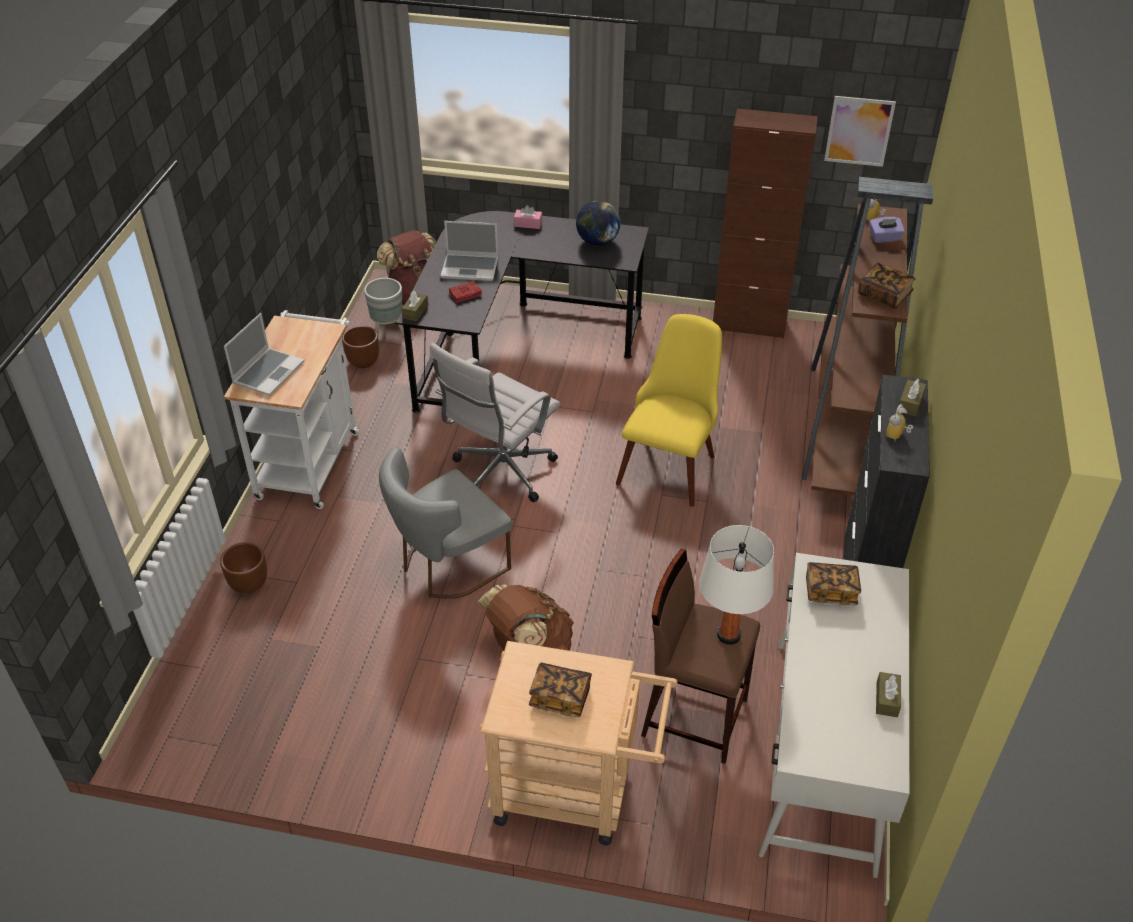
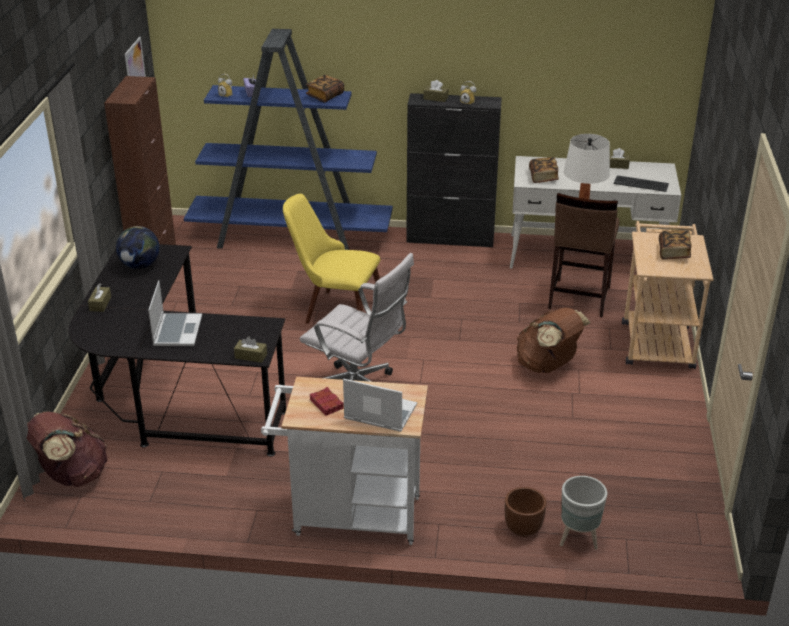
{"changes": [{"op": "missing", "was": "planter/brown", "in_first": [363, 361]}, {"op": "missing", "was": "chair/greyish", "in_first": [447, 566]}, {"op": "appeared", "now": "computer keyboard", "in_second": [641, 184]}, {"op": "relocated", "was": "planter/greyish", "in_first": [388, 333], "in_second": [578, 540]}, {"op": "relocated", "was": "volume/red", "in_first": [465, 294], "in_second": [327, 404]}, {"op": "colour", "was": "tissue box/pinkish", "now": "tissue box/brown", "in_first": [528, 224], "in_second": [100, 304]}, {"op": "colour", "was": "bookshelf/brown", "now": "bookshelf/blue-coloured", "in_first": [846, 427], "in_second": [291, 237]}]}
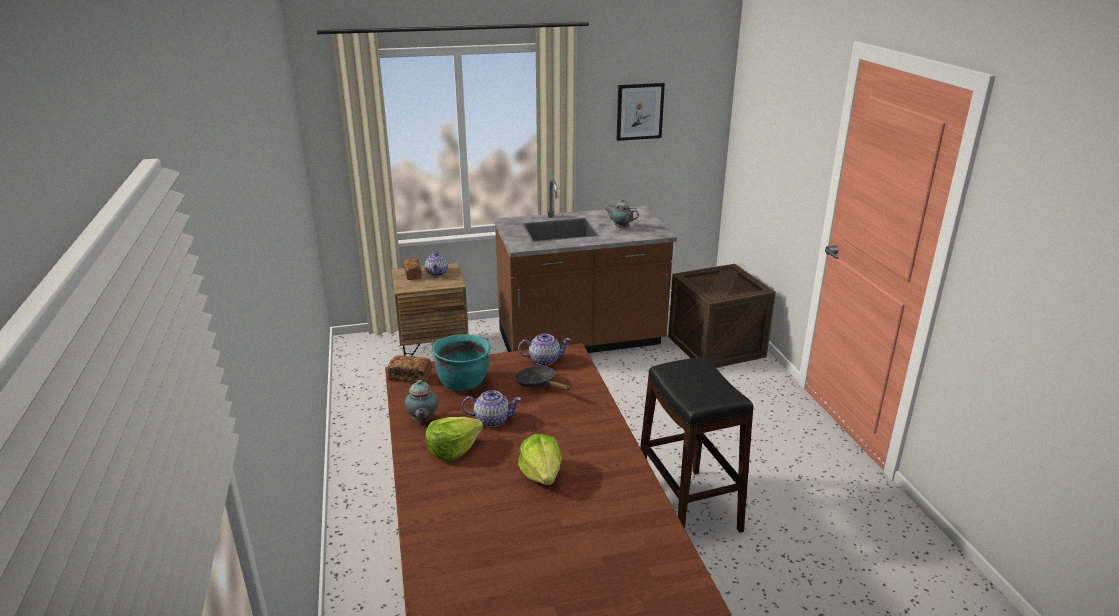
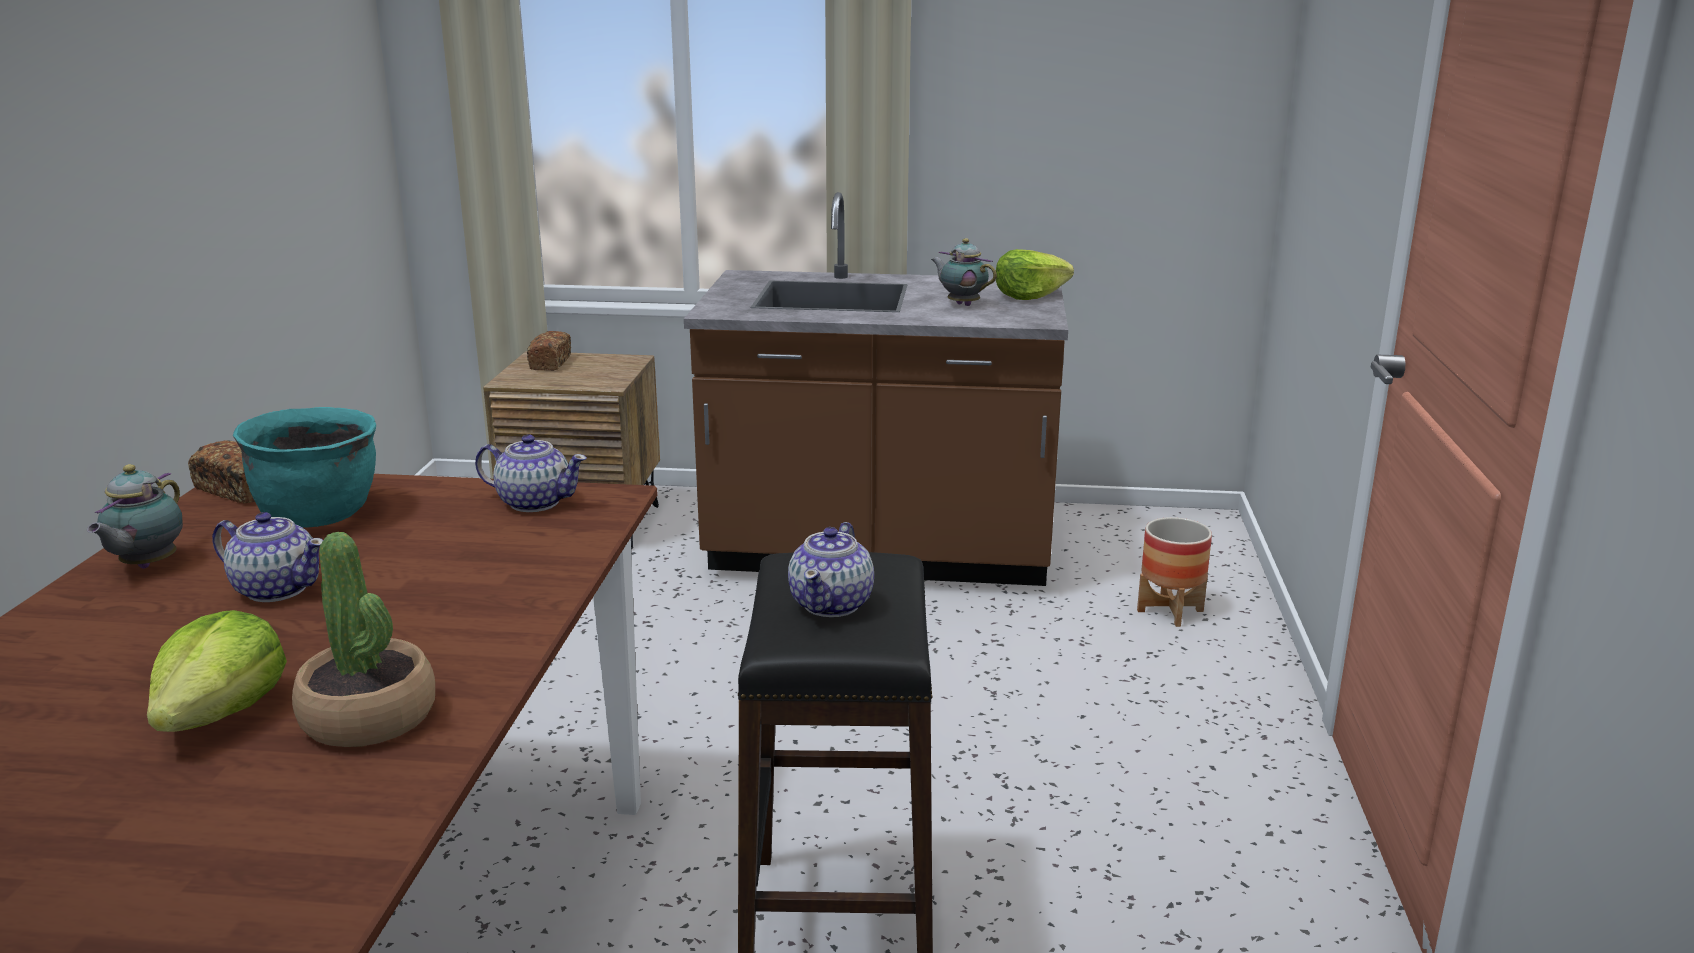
{"changes": [{"op": "missing", "was": "frying pan/blackish", "in_first": [538, 384]}, {"op": "missing", "was": "wall picture", "in_first": [639, 111]}, {"op": "appeared", "now": "plant in a pot", "in_second": [369, 717]}, {"op": "relocated", "was": "teapot", "in_first": [437, 273], "in_second": [832, 604]}, {"op": "relocated", "was": "head of lettuce", "in_first": [452, 449], "in_second": [1029, 296]}, {"op": "exchanged", "was": "packing crate", "now": "planter", "in_first": [716, 346], "in_second": [1170, 611]}]}
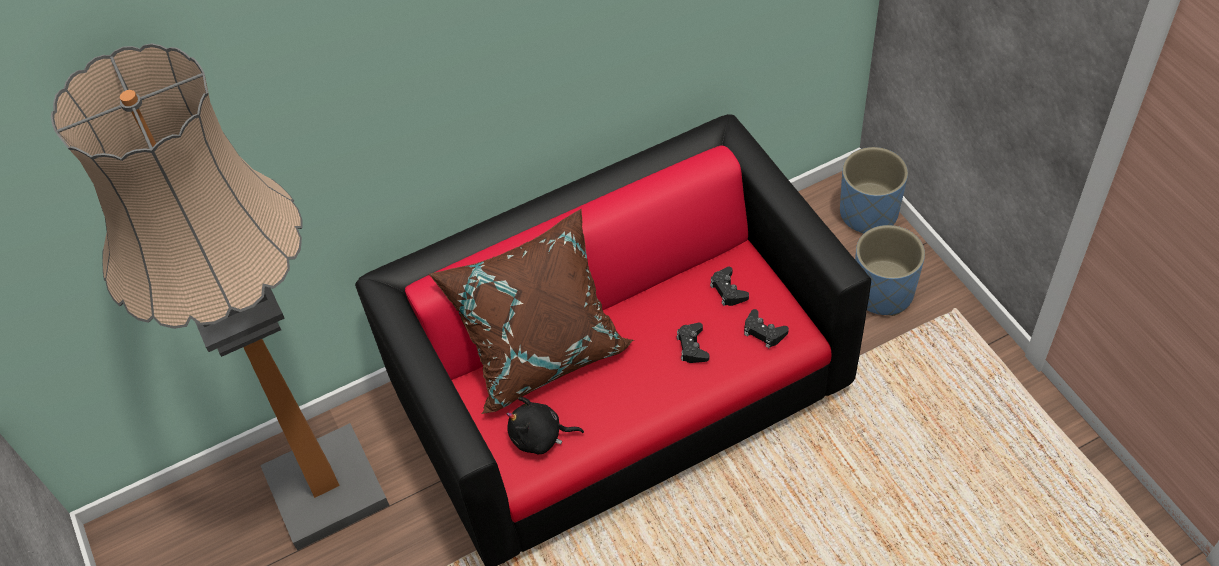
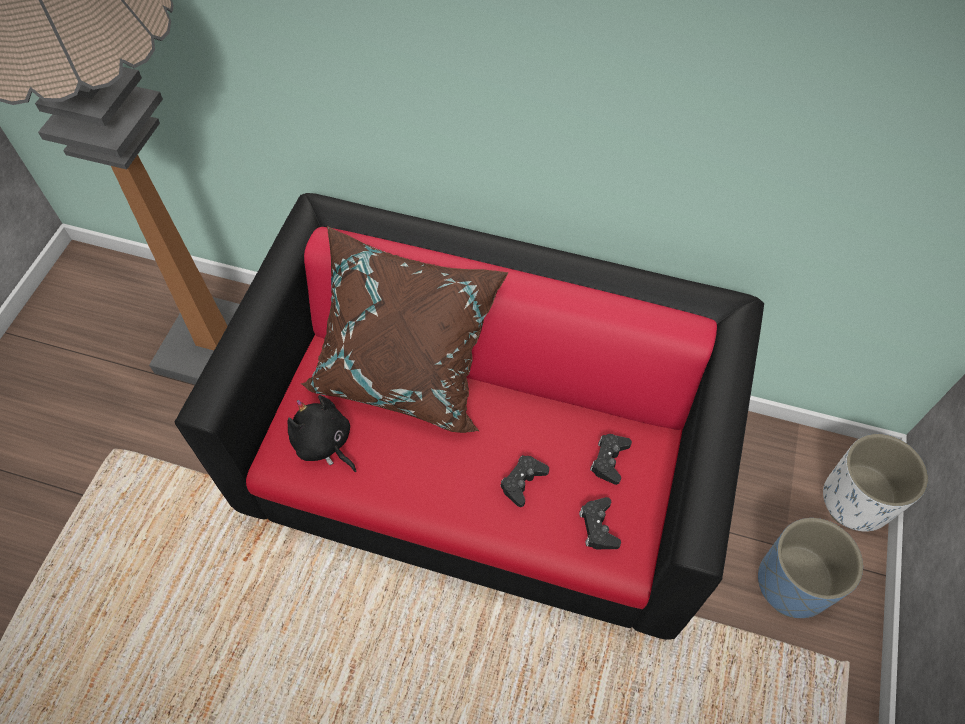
{"changes": [{"op": "colour", "was": "planter/blue-coloured", "now": "planter/white", "in_first": [868, 213], "in_second": [856, 501]}]}
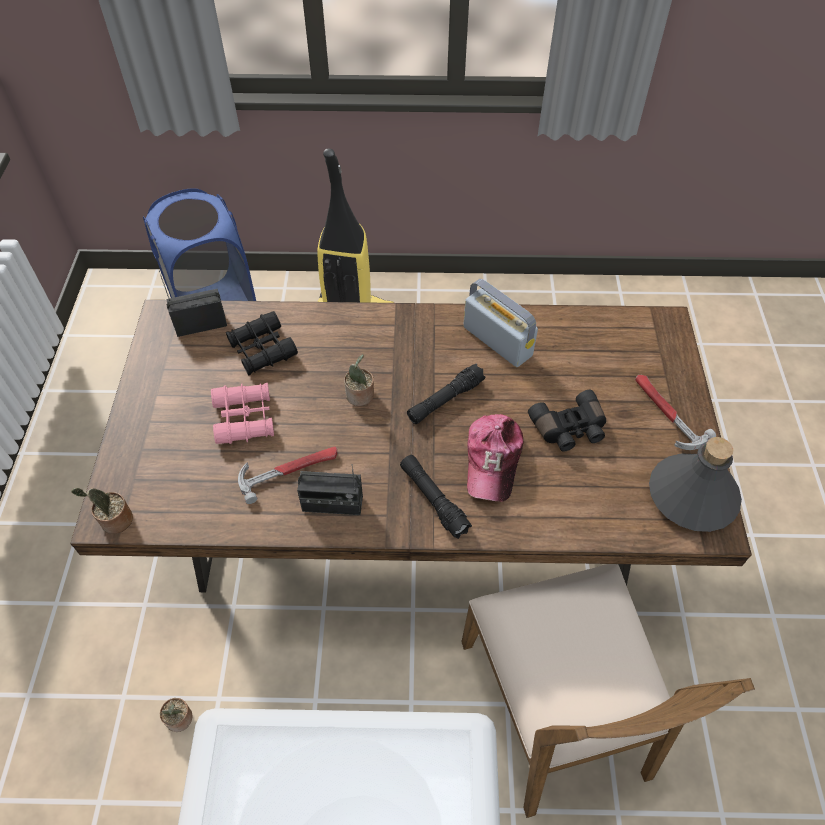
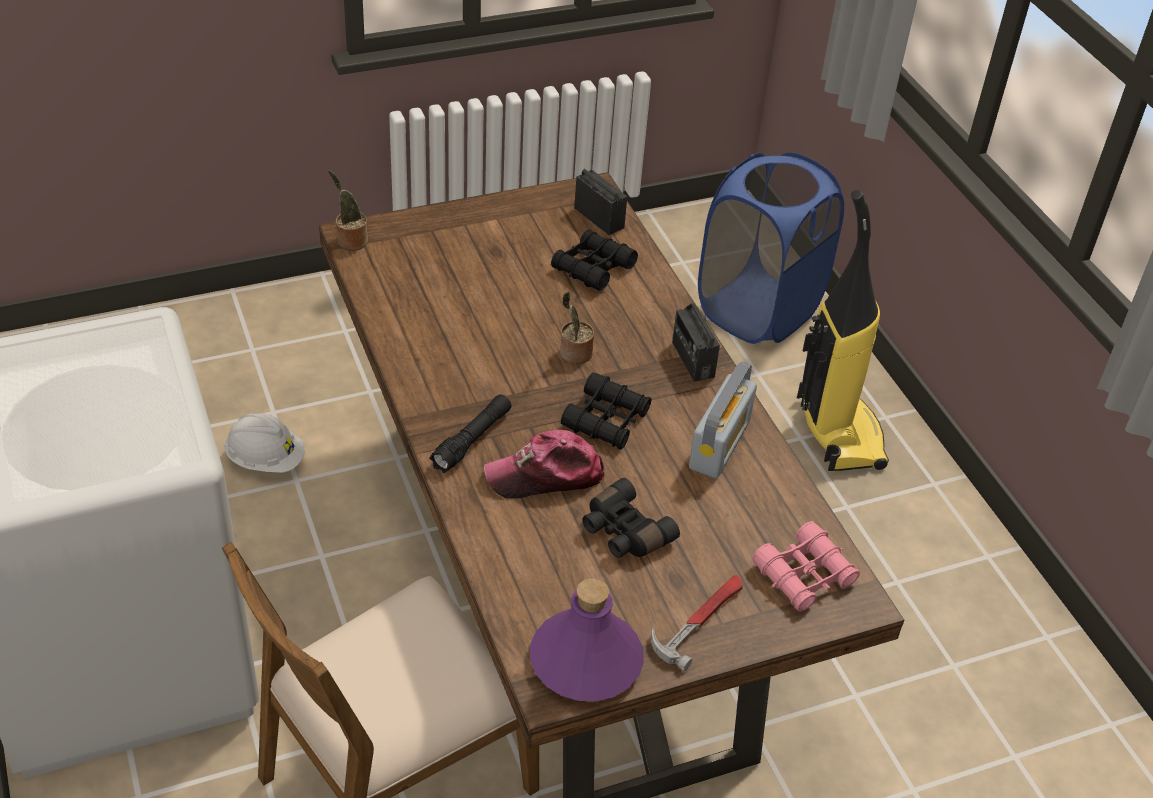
{"changes": [{"op": "missing", "was": "hammer", "in_first": [289, 470]}, {"op": "relocated", "was": "pair of binoculars/pinkish", "in_first": [244, 418], "in_second": [804, 575]}, {"op": "relocated", "was": "radio set", "in_first": [332, 504], "in_second": [692, 359]}, {"op": "exchanged", "was": "plant in a pot", "now": "hard hat/white", "in_first": [180, 719], "in_second": [266, 460]}, {"op": "exchanged", "was": "flashlight/blackish", "now": "pair of binoculars/blackish", "in_first": [445, 400], "in_second": [606, 420]}, {"op": "colour", "was": "bottle/greyish", "now": "bottle/purple-coloured", "in_first": [691, 496], "in_second": [585, 661]}]}
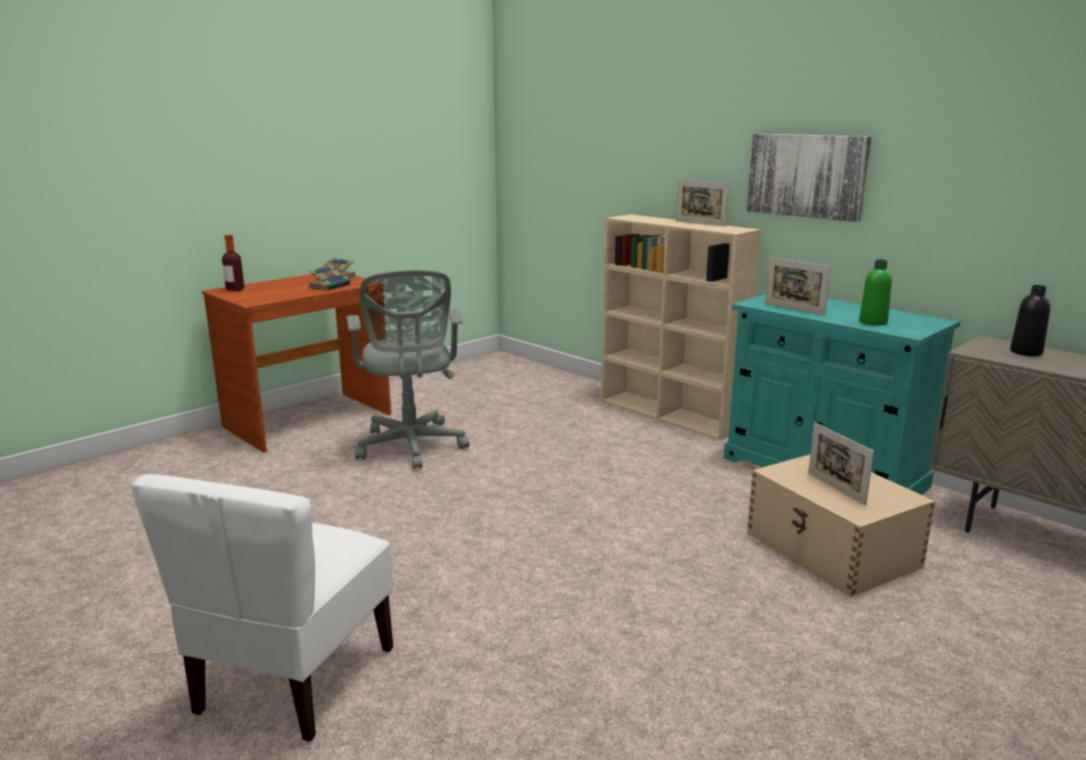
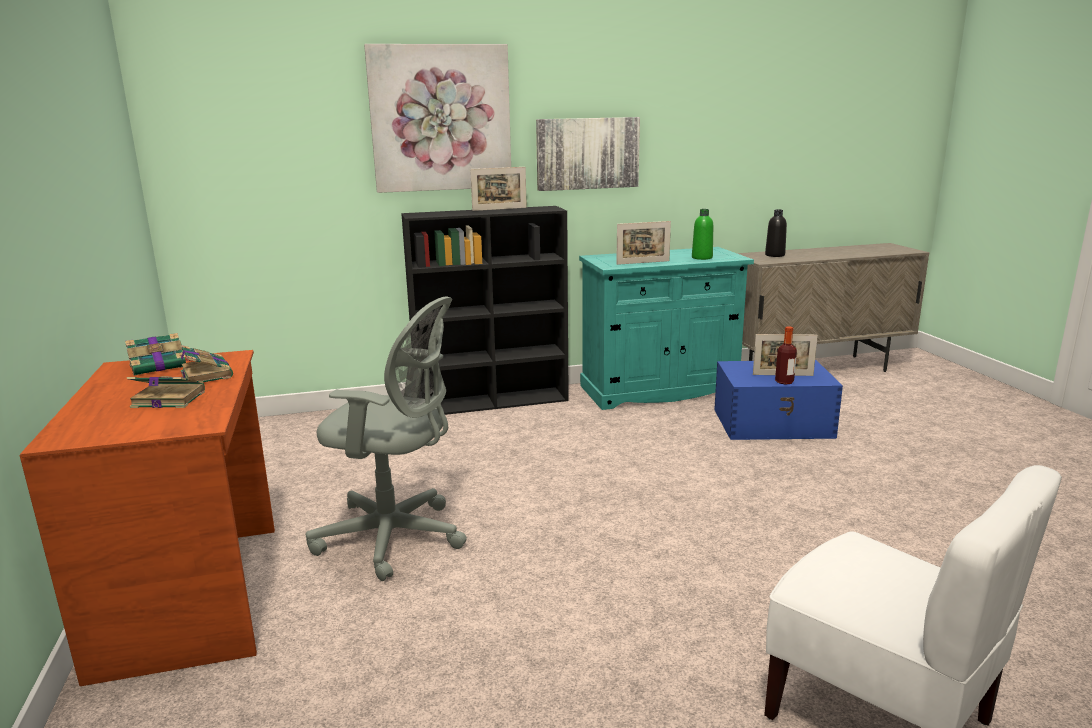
{"changes": [{"op": "appeared", "now": "volume", "in_second": [167, 399]}, {"op": "appeared", "now": "wall picture", "in_second": [440, 118]}, {"op": "relocated", "was": "bottle", "in_first": [235, 289], "in_second": [784, 382]}, {"op": "colour", "was": "bookshelf/beige-coloured", "now": "bookshelf/blackish", "in_first": [670, 414], "in_second": [493, 401]}, {"op": "colour", "was": "storage container/beige-coloured", "now": "storage container/blue-coloured", "in_first": [832, 550], "in_second": [774, 423]}]}
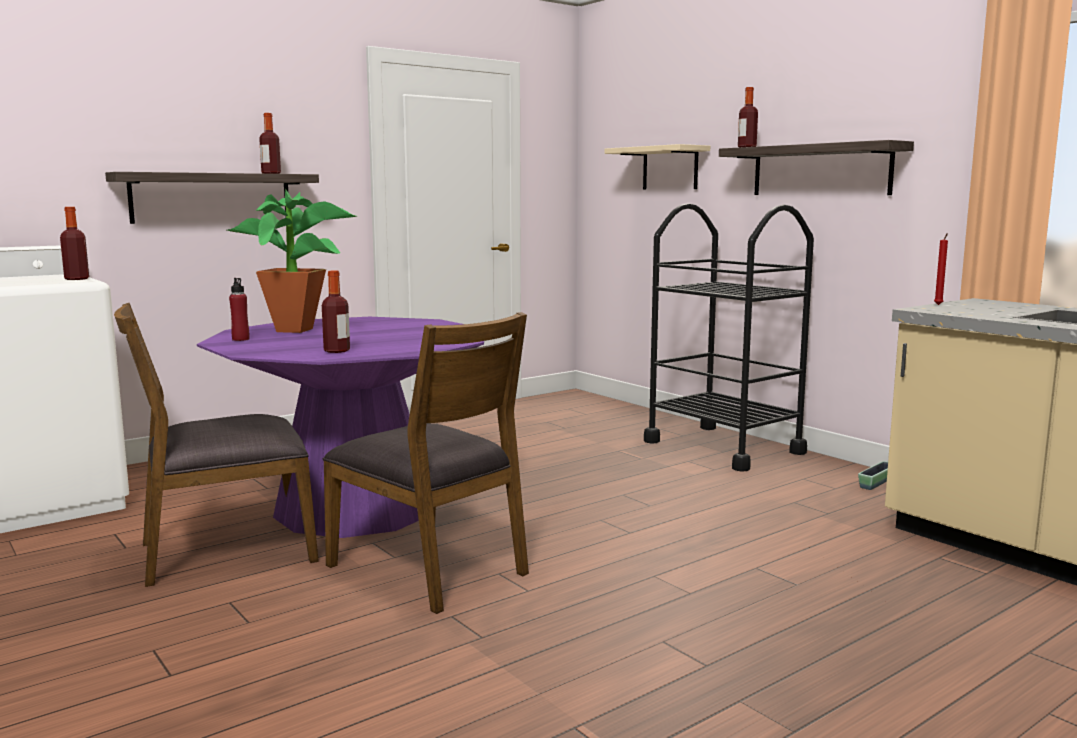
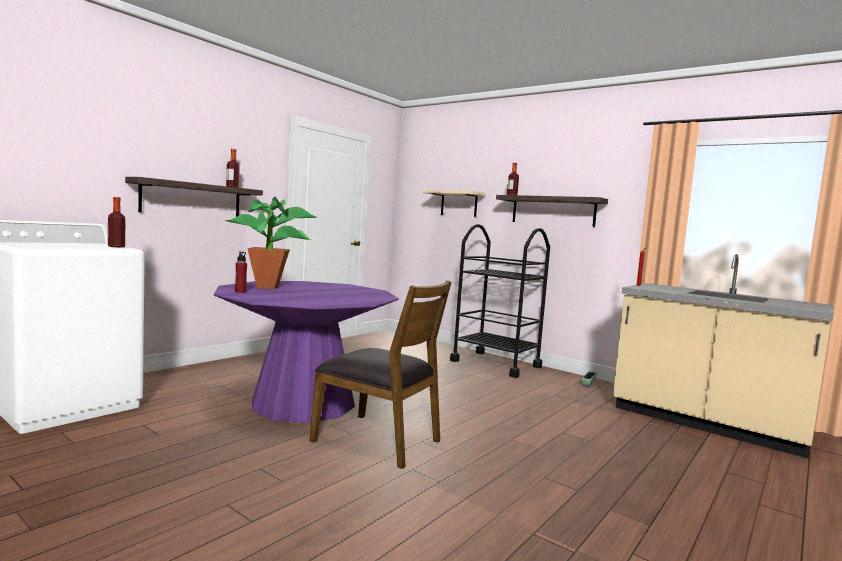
{"changes": [{"op": "missing", "was": "chair/brown", "in_first": [226, 551]}, {"op": "missing", "was": "bottle", "in_first": [337, 351]}]}
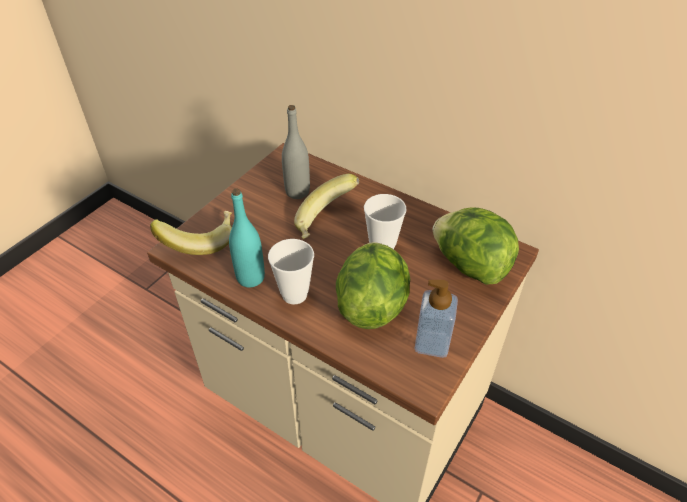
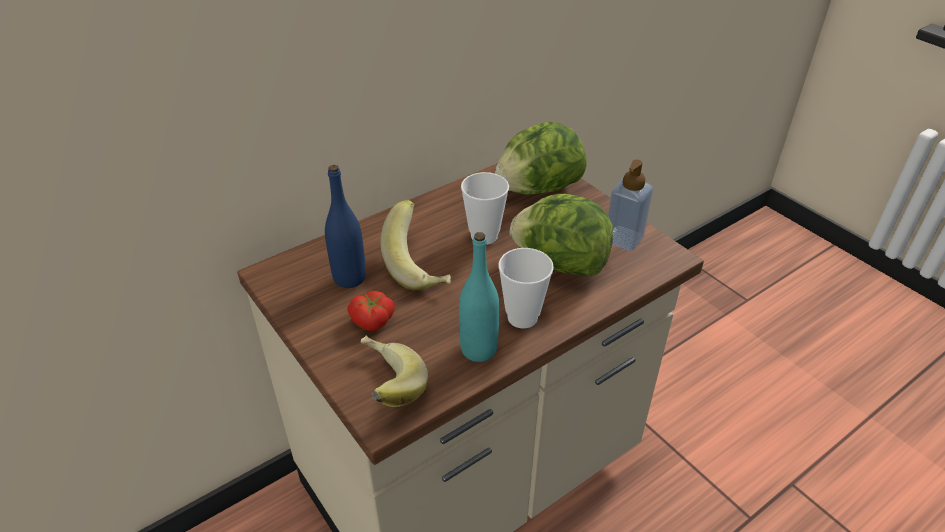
{"changes": [{"op": "appeared", "now": "fresh tomato", "in_second": [372, 322]}, {"op": "colour", "was": "bottle/greyish", "now": "bottle/blue-coloured", "in_first": [297, 192], "in_second": [349, 278]}]}
